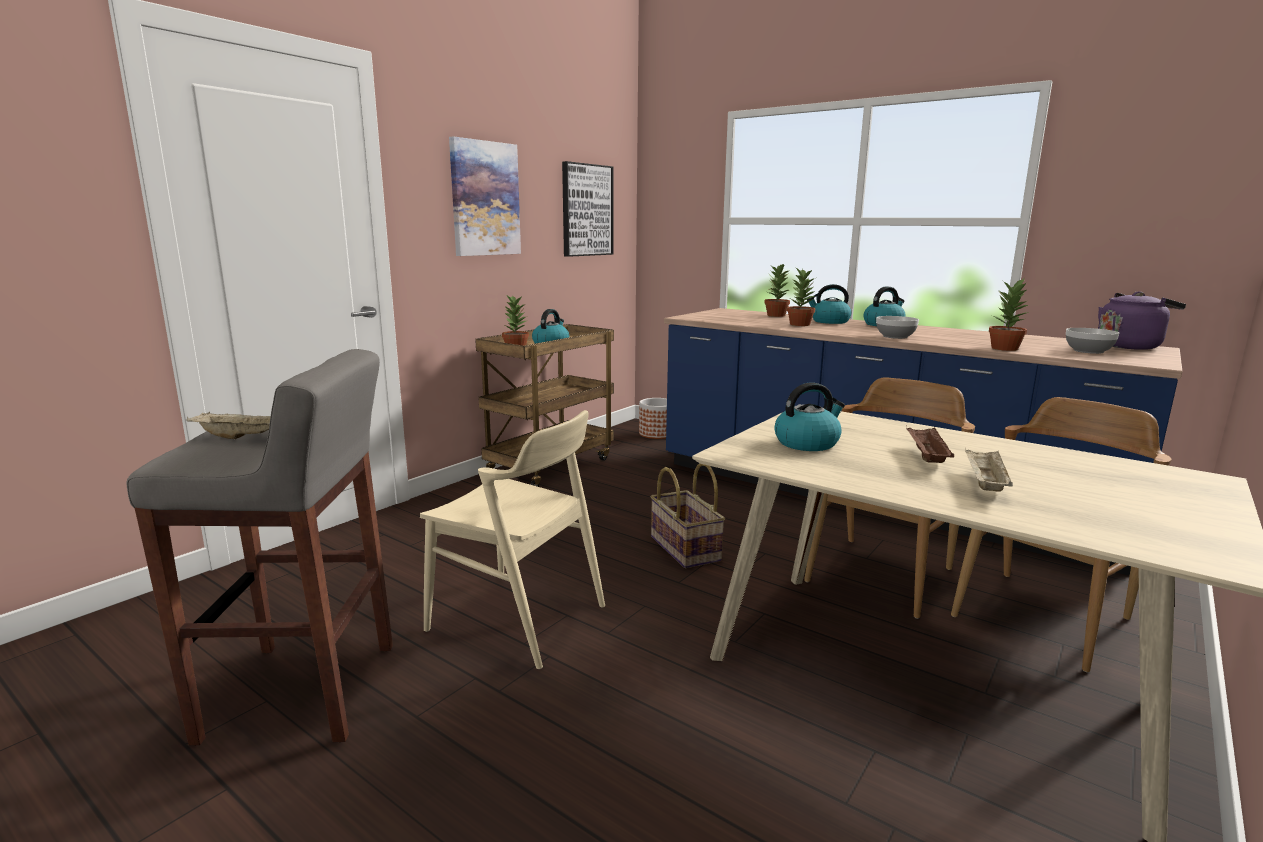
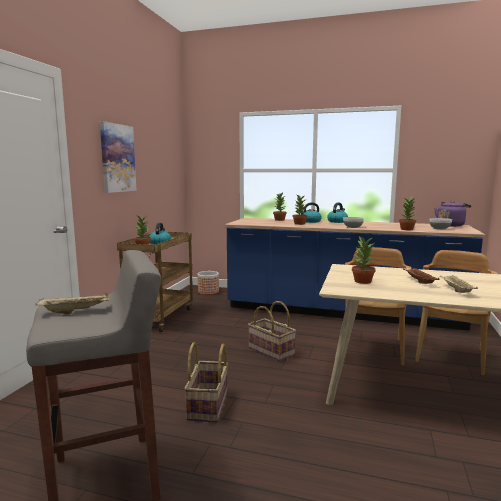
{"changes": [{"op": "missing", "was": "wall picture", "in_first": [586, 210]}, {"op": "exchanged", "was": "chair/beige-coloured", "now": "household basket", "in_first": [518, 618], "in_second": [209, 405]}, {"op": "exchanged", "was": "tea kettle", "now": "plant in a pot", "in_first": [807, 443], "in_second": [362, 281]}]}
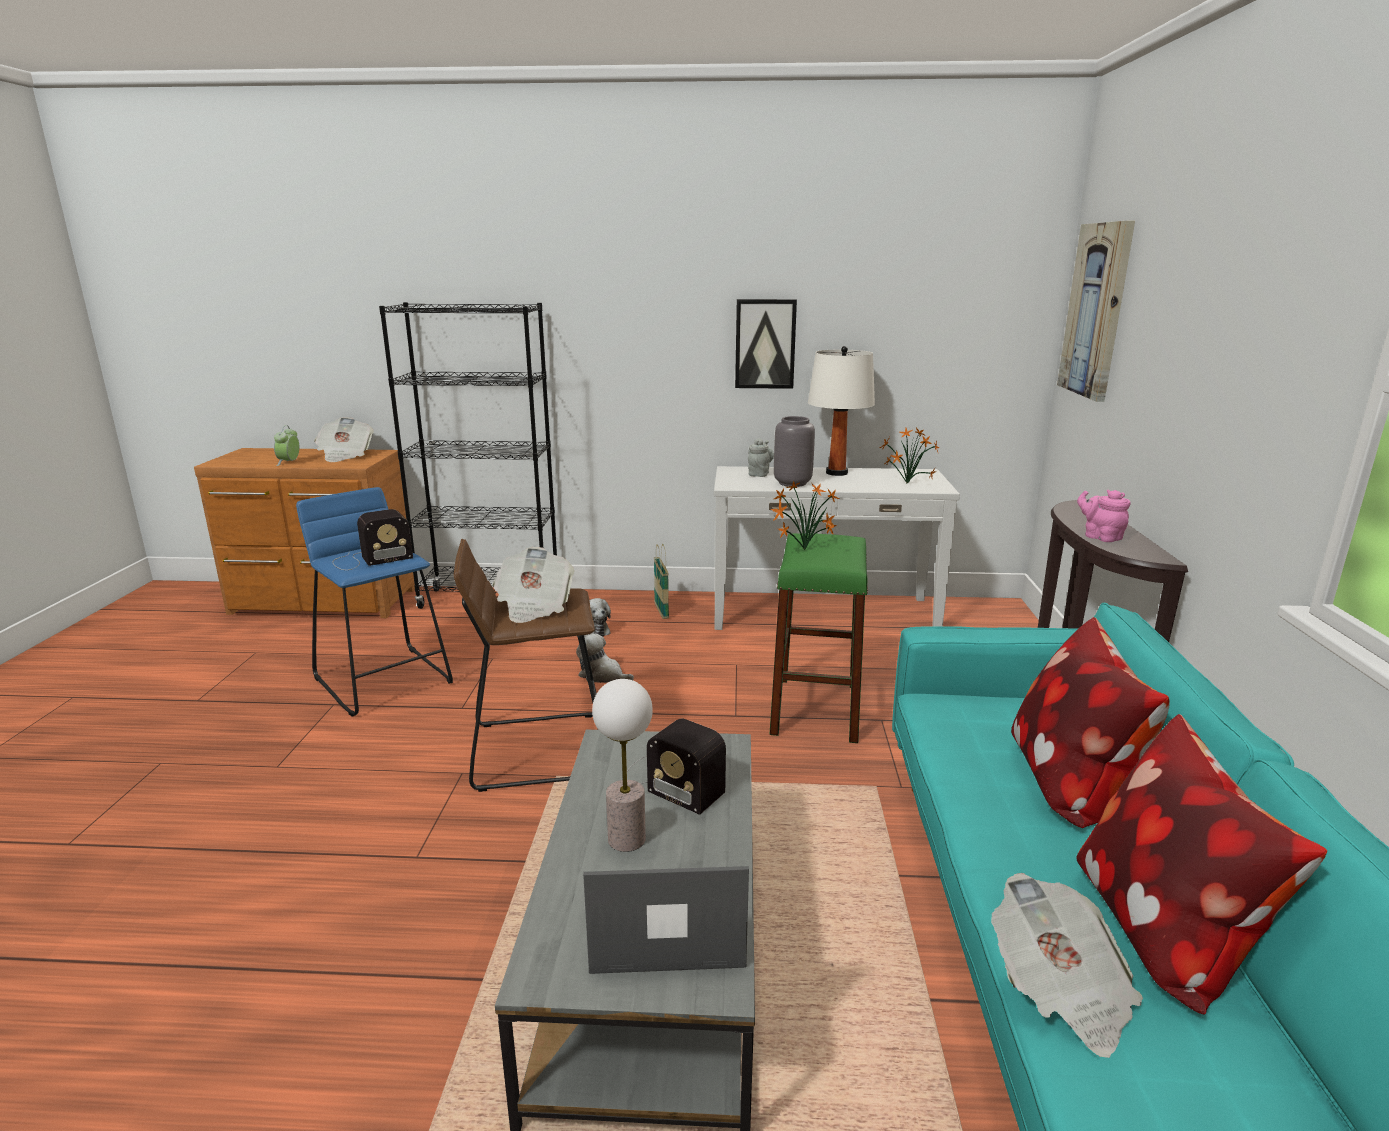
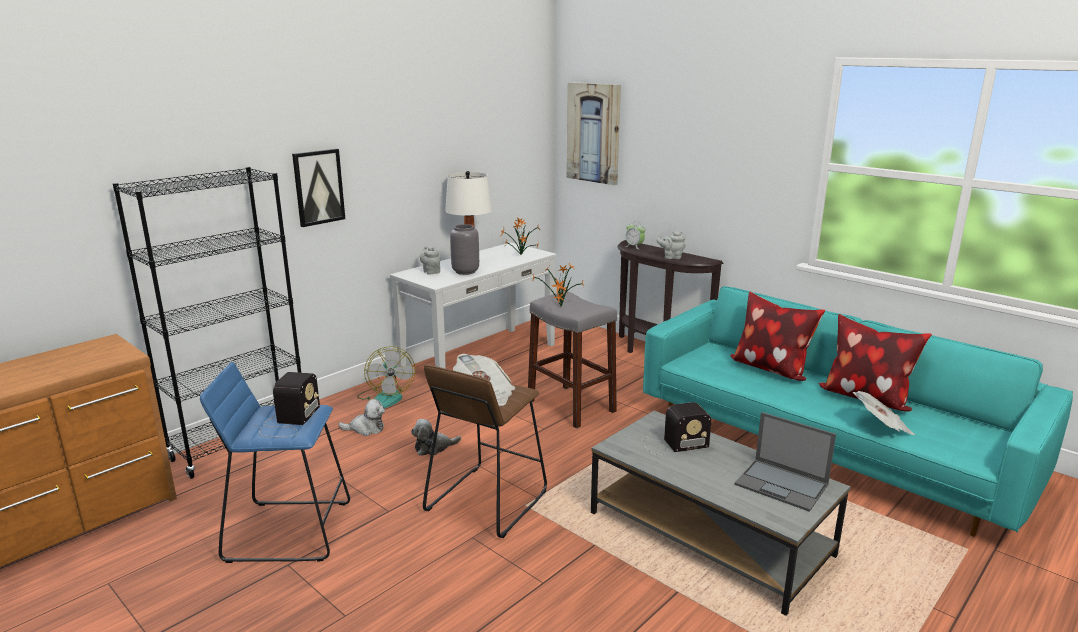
{"changes": [{"op": "missing", "was": "printed paper", "in_first": [345, 455]}, {"op": "missing", "was": "lamp for a table", "in_first": [627, 839]}, {"op": "relocated", "was": "table clock", "in_first": [289, 463], "in_second": [634, 246]}, {"op": "relocated", "was": "wall picture", "in_first": [765, 344], "in_second": [318, 187]}, {"op": "exchanged", "was": "household basket", "now": "fan", "in_first": [661, 611], "in_second": [386, 397]}, {"op": "colour", "was": "stool/green-coloured", "now": "stool/greyish", "in_first": [815, 709], "in_second": [571, 406]}, {"op": "colour", "was": "teapot/pinkish", "now": "teapot/greyish", "in_first": [1100, 537], "in_second": [671, 257]}, {"op": "spun", "was": "laptop", "in_first": [664, 928], "in_second": [782, 485], "clockwise": -90}]}
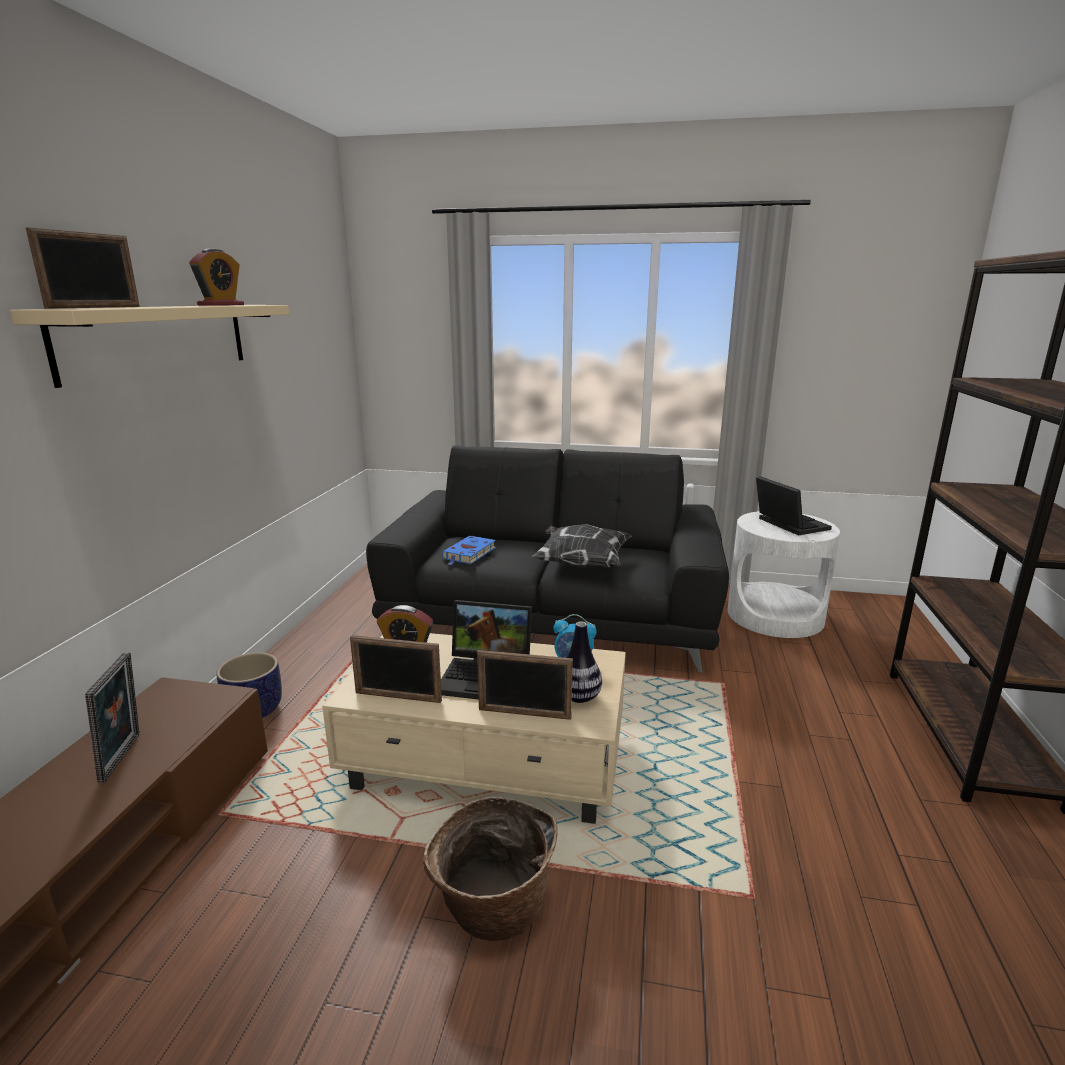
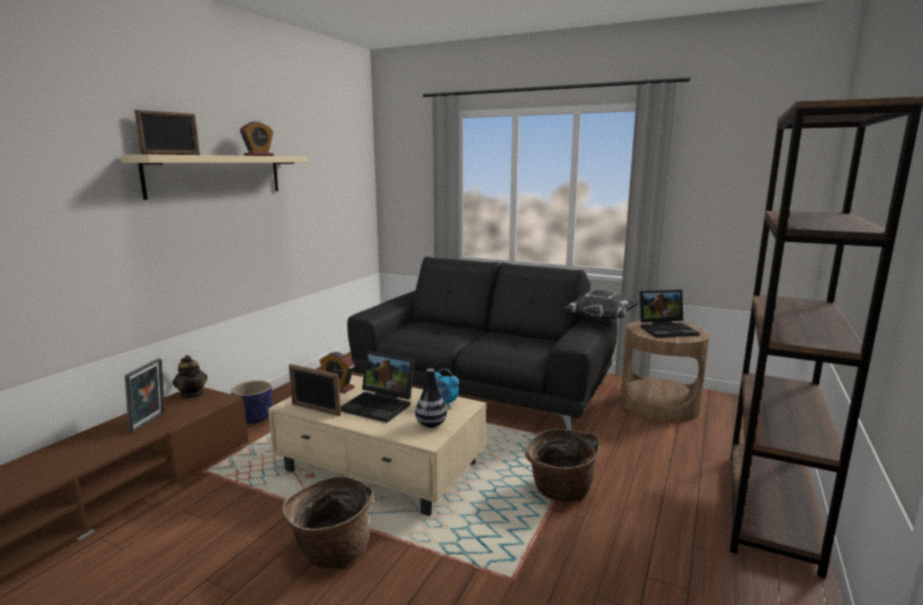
{"changes": [{"op": "missing", "was": "volume/blue-coloured", "in_first": [469, 554]}, {"op": "missing", "was": "standing frame", "in_first": [524, 714]}, {"op": "appeared", "now": "teapot", "in_second": [192, 394]}, {"op": "appeared", "now": "household basket", "in_second": [560, 492]}, {"op": "relocated", "was": "cushion", "in_first": [581, 564], "in_second": [600, 319]}, {"op": "colour", "was": "end table/white", "now": "end table/brown", "in_first": [775, 615], "in_second": [659, 404]}, {"op": "spun", "was": "laptop", "in_first": [787, 524], "in_second": [667, 329], "clockwise": 90}]}
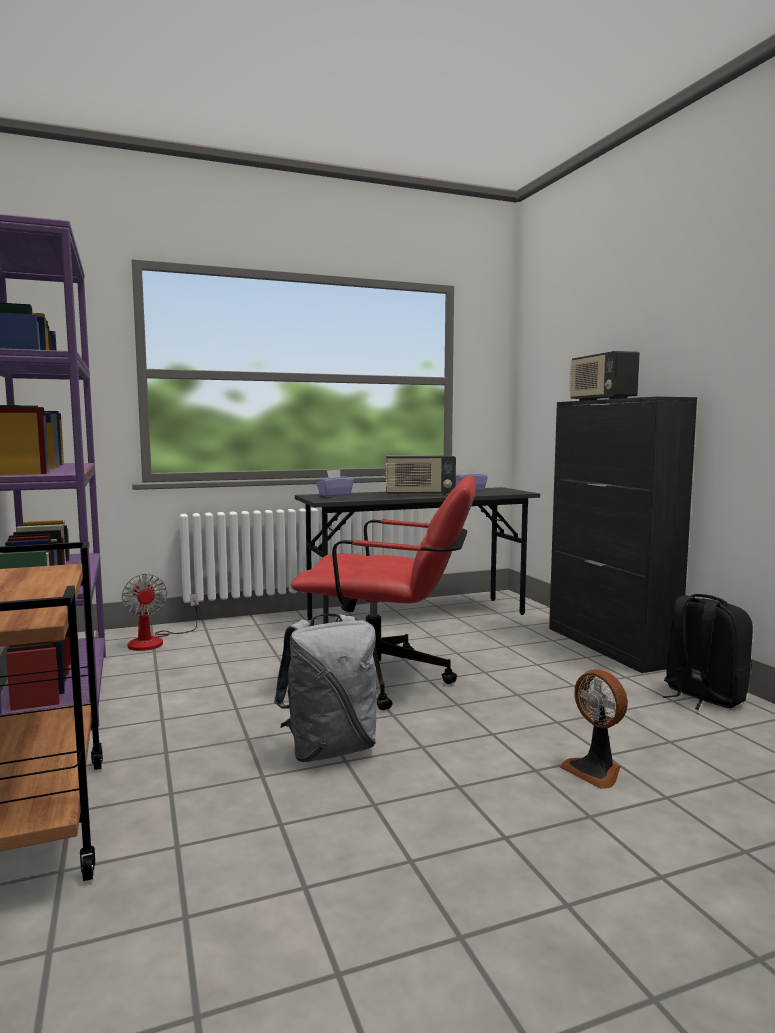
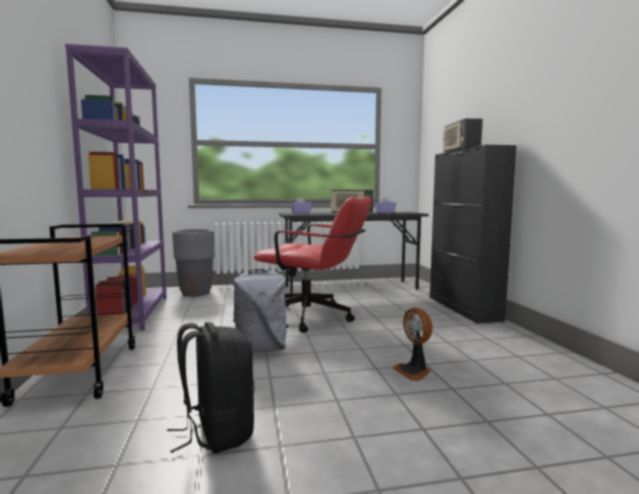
{"changes": [{"op": "relocated", "was": "rucksack/blackish", "in_first": [702, 696], "in_second": [216, 432]}, {"op": "exchanged", "was": "fan", "now": "planter/greyish", "in_first": [155, 641], "in_second": [196, 293]}]}
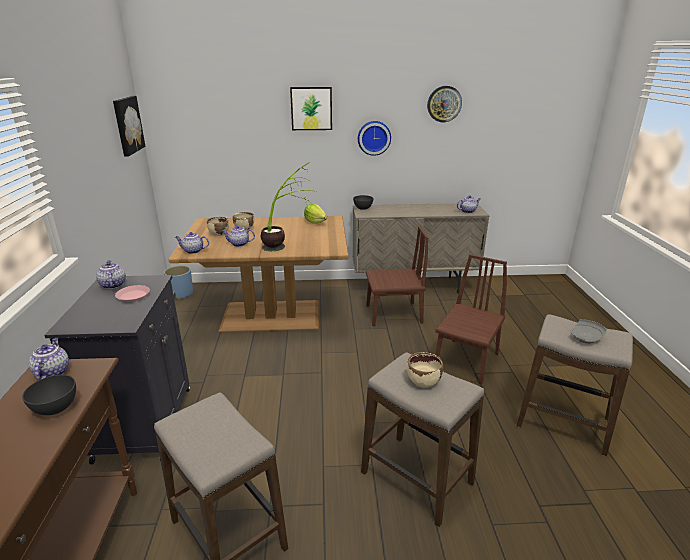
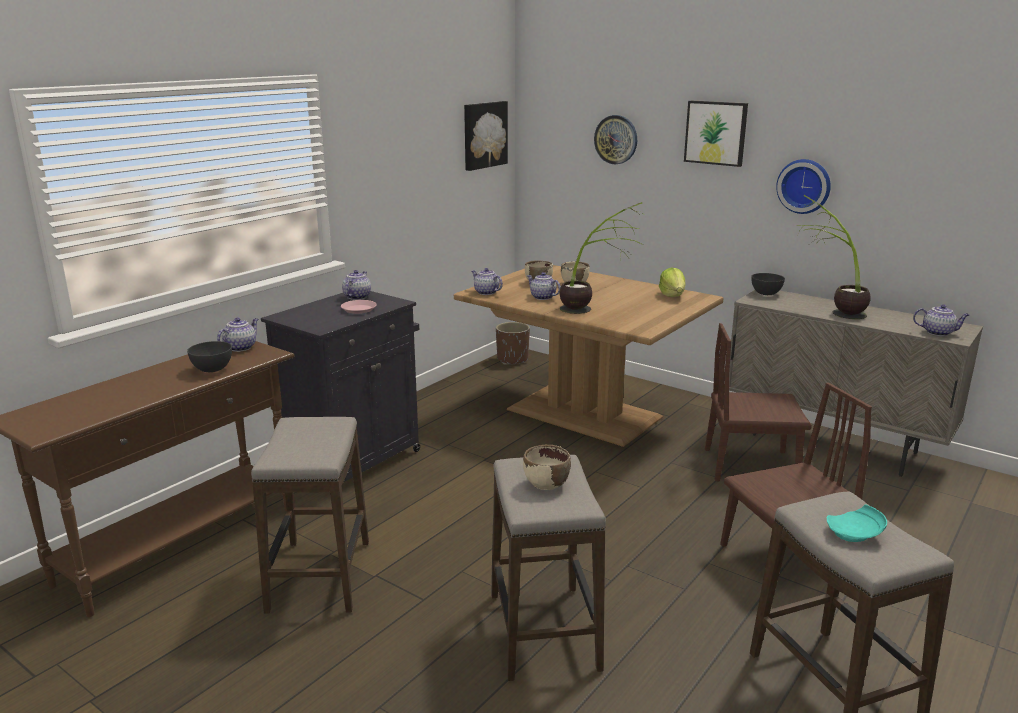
{"changes": [{"op": "appeared", "now": "plant in a pot", "in_second": [830, 309]}, {"op": "relocated", "was": "clock on the wall", "in_first": [444, 104], "in_second": [616, 139]}, {"op": "colour", "was": "planter/blue-coloured", "now": "planter/brown", "in_first": [181, 294], "in_second": [512, 359]}, {"op": "colour", "was": "flat dish/greyish", "now": "flat dish/blue-green", "in_first": [586, 338], "in_second": [855, 534]}, {"op": "spun", "was": "chair/brown", "in_first": [393, 314], "in_second": [751, 466], "clockwise": 150}]}
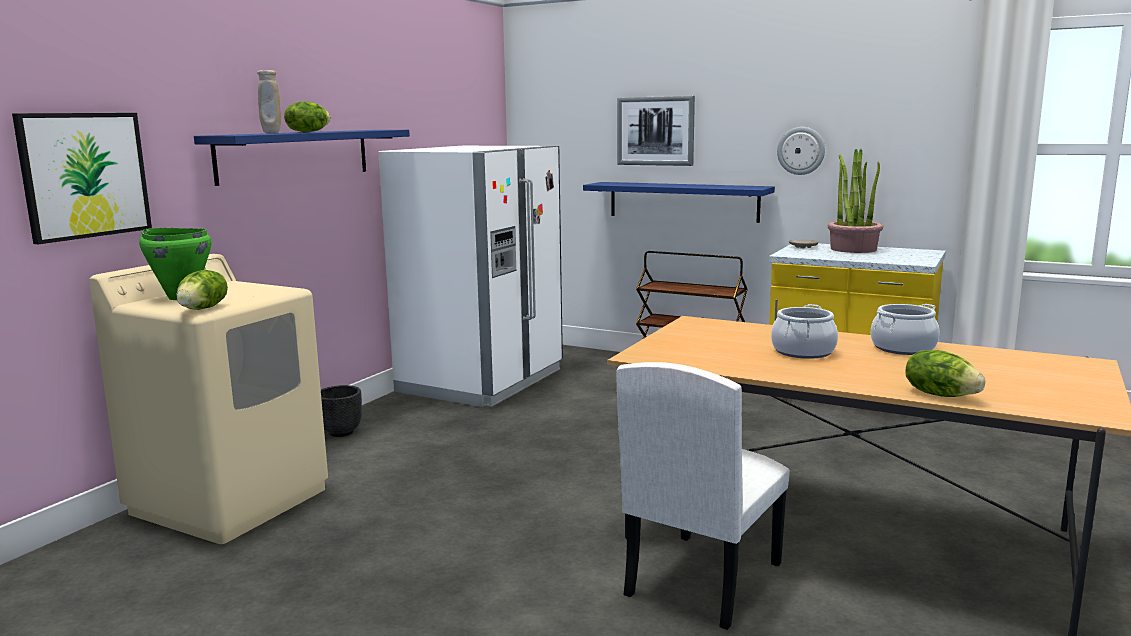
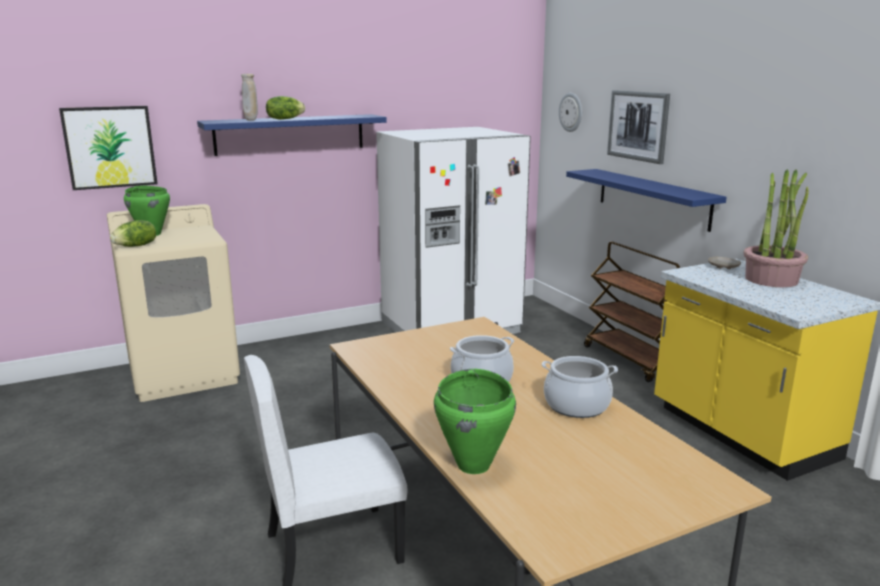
{"changes": [{"op": "missing", "was": "planter/blackish", "in_first": [341, 432]}, {"op": "relocated", "was": "clock on the wall", "in_first": [801, 150], "in_second": [571, 112]}, {"op": "exchanged", "was": "head of lettuce", "now": "stockpot/green-coloured", "in_first": [940, 394], "in_second": [474, 465]}]}
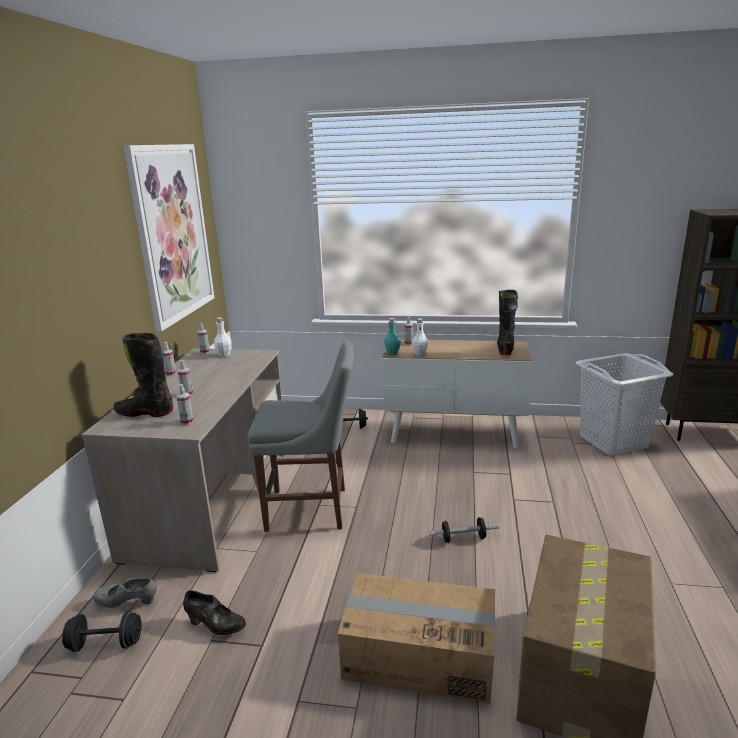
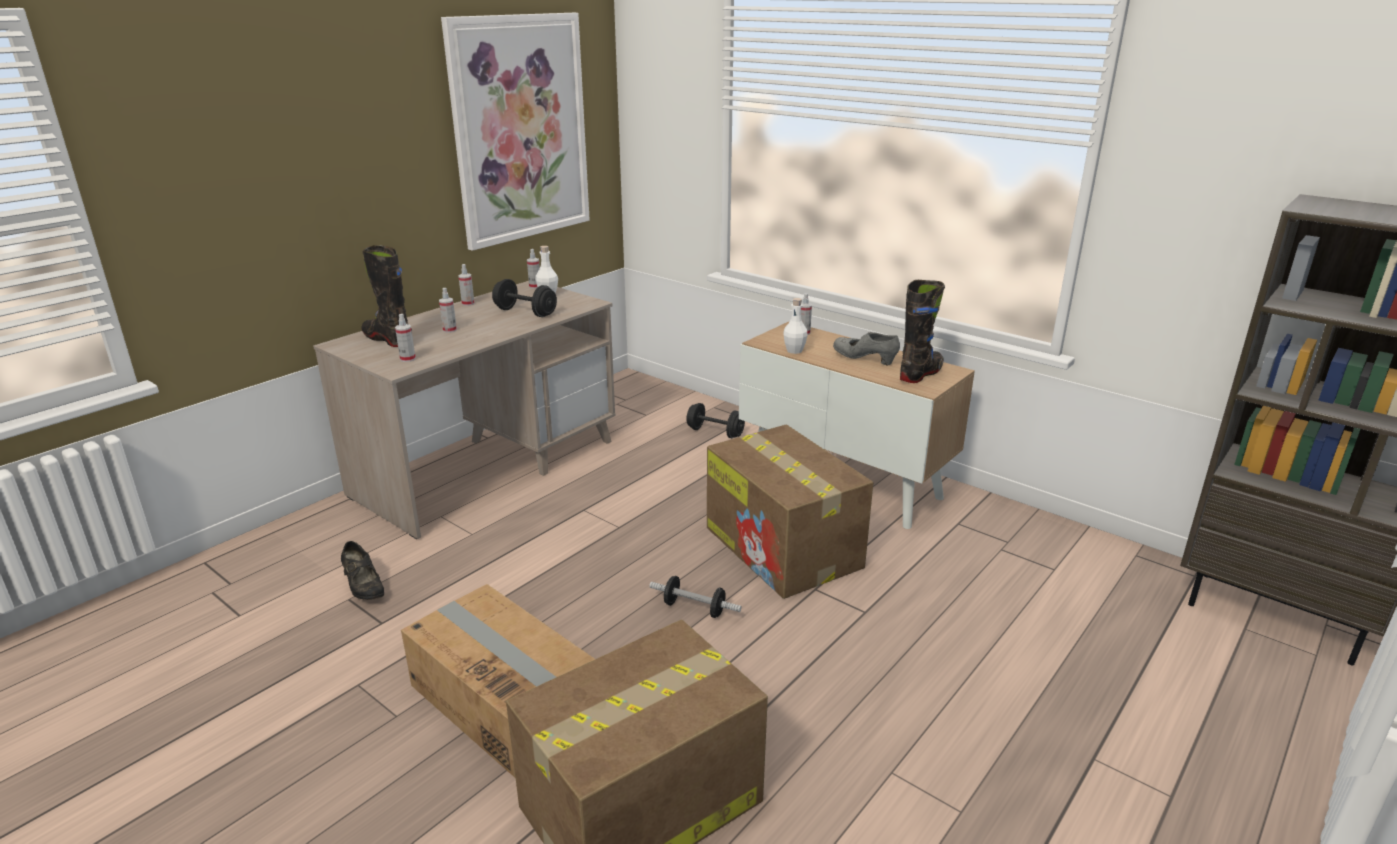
{"changes": [{"op": "missing", "was": "chair/greyish", "in_first": [312, 509]}, {"op": "missing", "was": "bottle/blue-green", "in_first": [392, 353]}, {"op": "missing", "was": "laundry basket/white", "in_first": [613, 442]}, {"op": "appeared", "now": "carton", "in_second": [784, 548]}, {"op": "relocated", "was": "hand weight/blackish", "in_first": [106, 644], "in_second": [525, 312]}, {"op": "relocated", "was": "item of footwear/greyish", "in_first": [127, 603], "in_second": [865, 360]}]}
